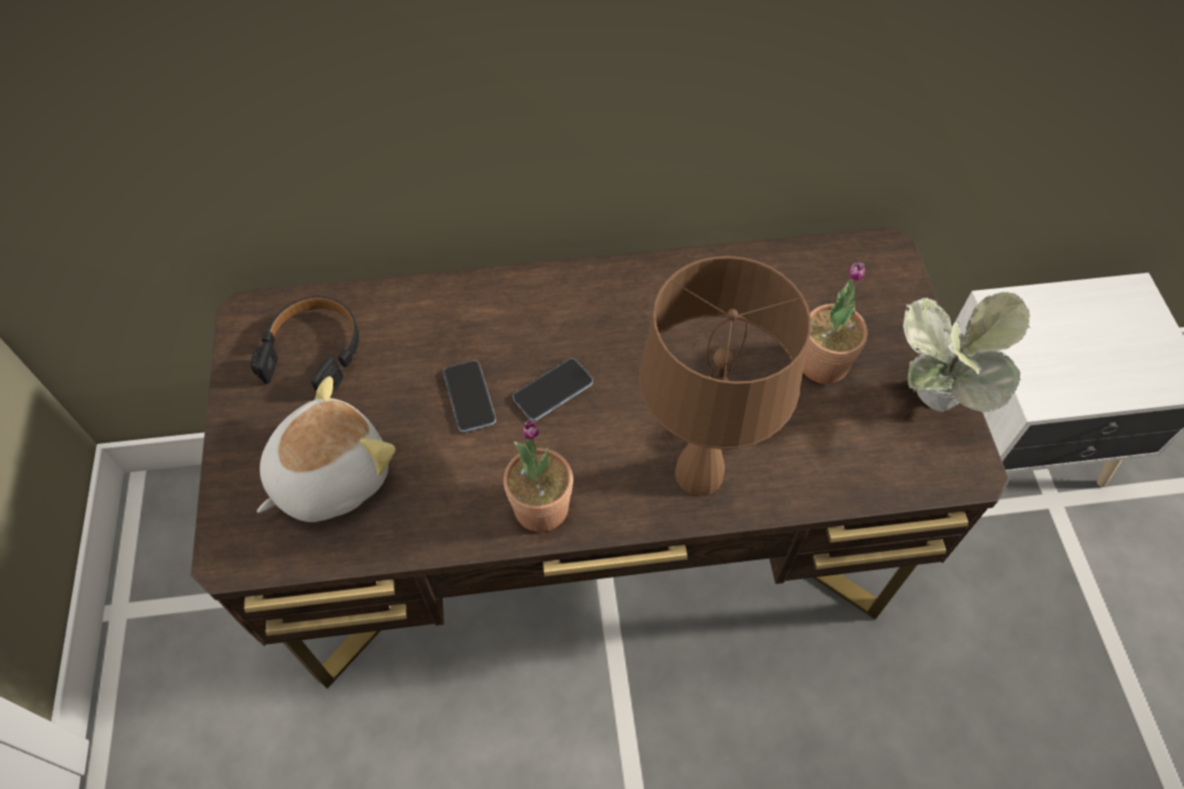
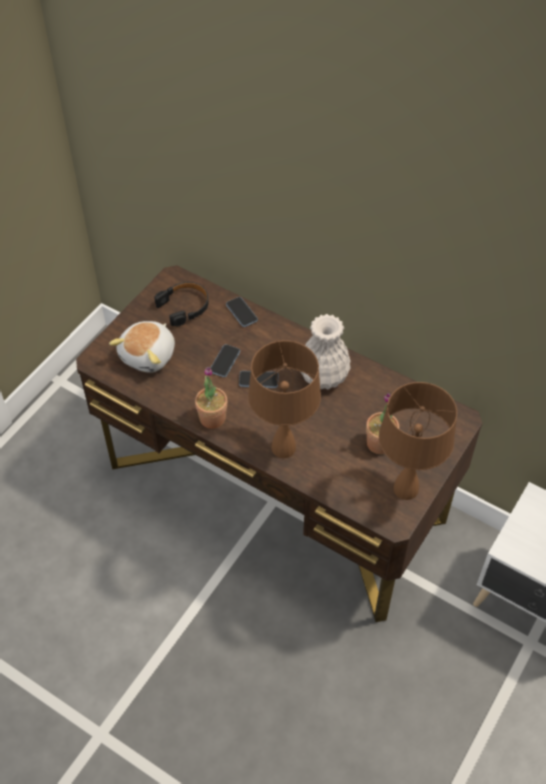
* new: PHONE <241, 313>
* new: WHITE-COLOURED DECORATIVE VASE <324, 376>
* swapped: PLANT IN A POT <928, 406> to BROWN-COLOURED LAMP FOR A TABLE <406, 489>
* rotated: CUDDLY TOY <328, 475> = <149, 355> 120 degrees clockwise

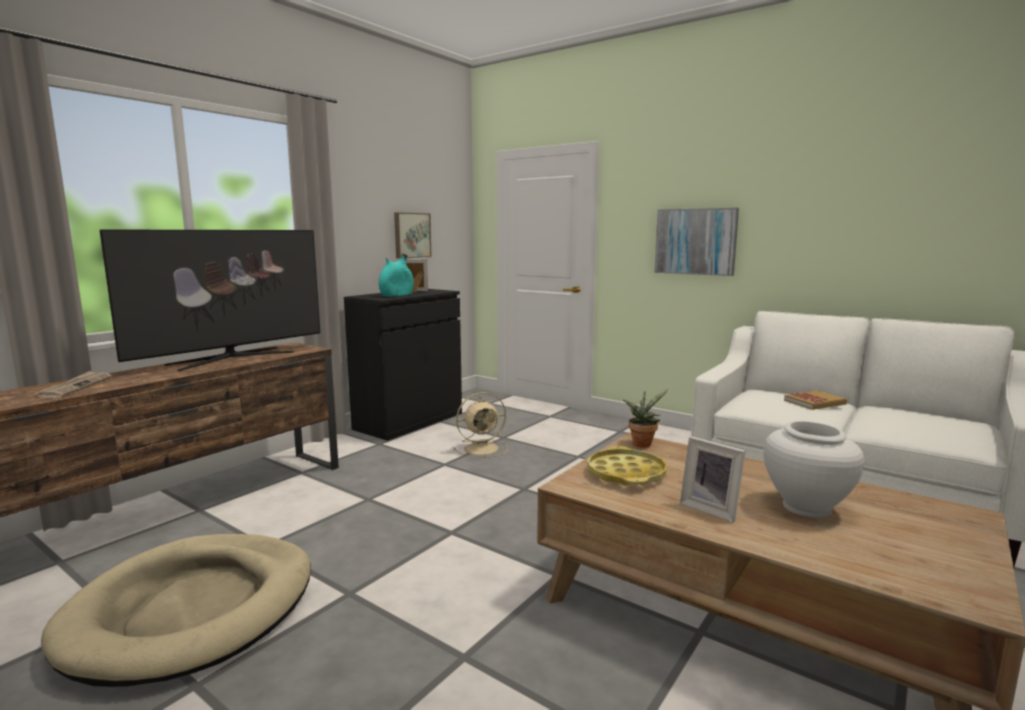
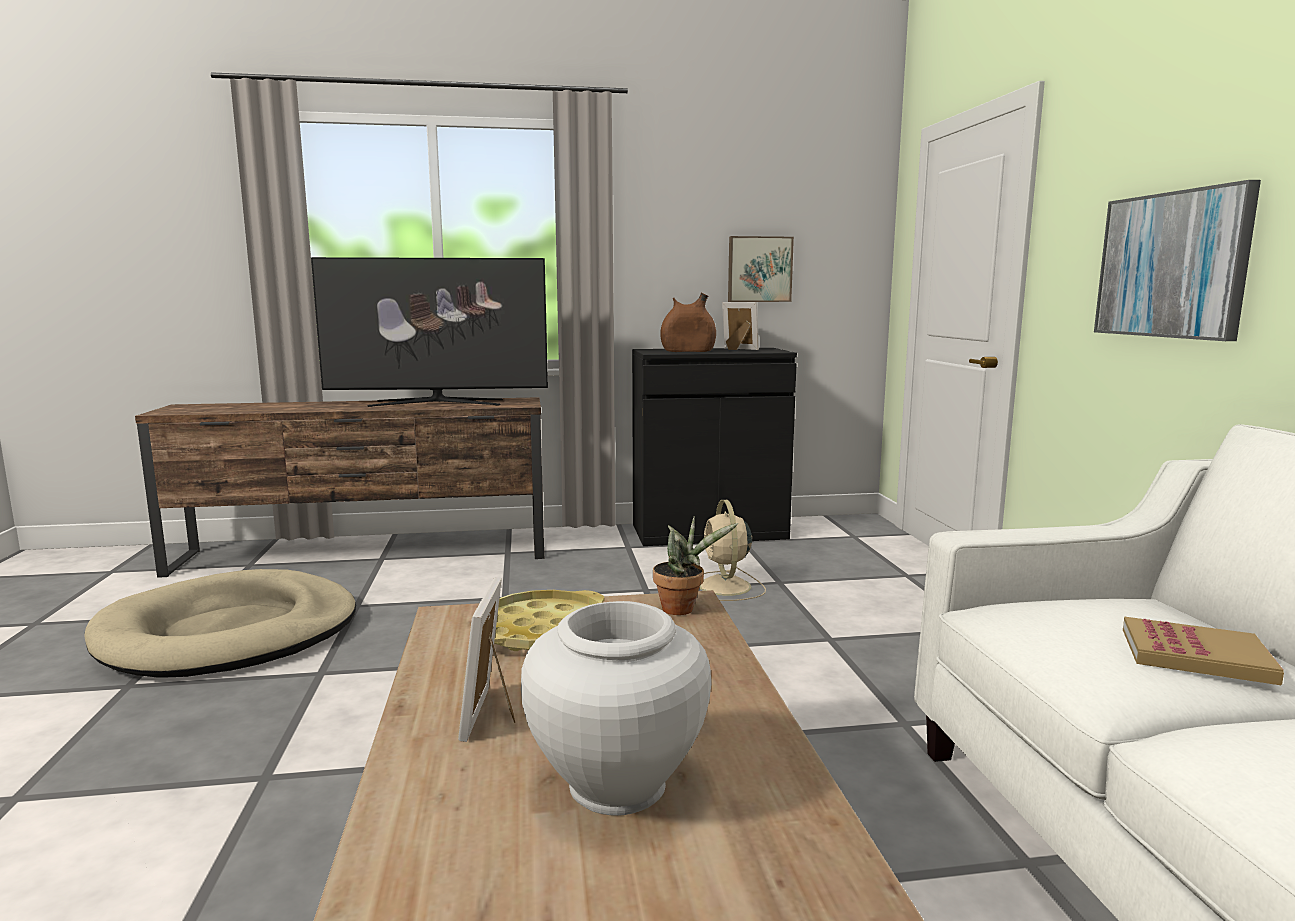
* gone: DAILY PAPER <75, 387>
* repainted: TURQUOISE DECORATIVE VASE <396, 295> to BROWN-COLOURED DECORATIVE VASE <688, 351>
* rotated: BEIGE-COLOURED FAN <483, 448> = <725, 587> 60 degrees clockwise

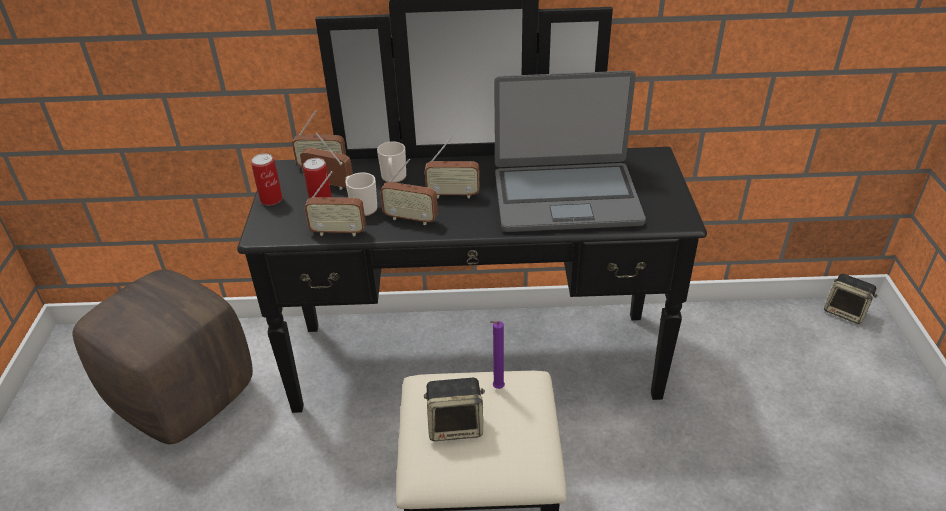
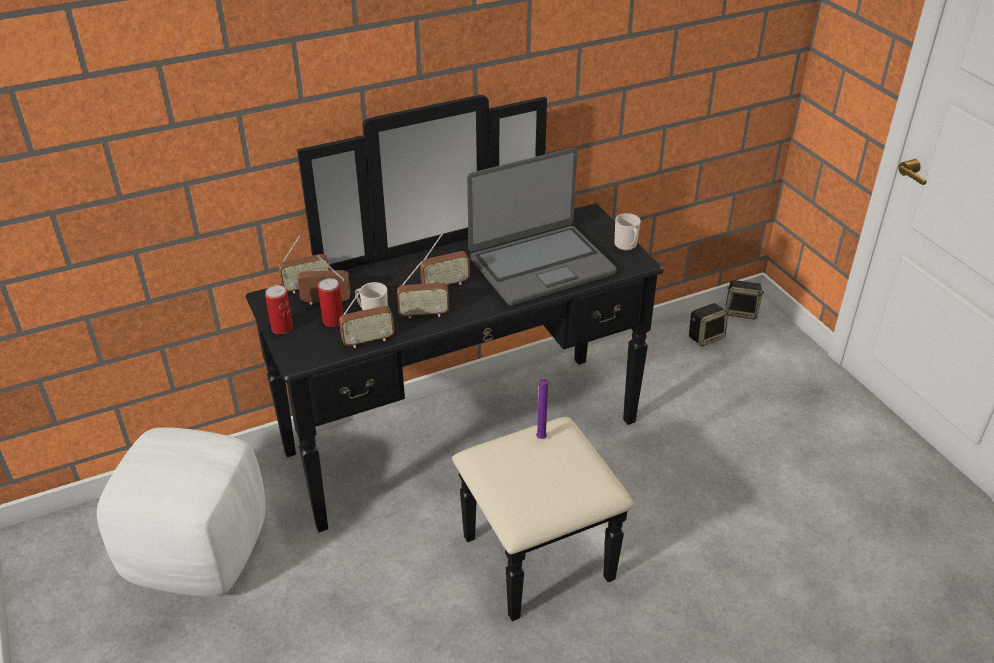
* shifted: TEA MUG <393, 178> to <627, 245>
* shifted: LOUDSPEAKER <456, 426> to <706, 337>
* repainted: BROWN-COLOURED OTTOMAN <184, 396> to WHITE-COLOURED OTTOMAN <198, 553>

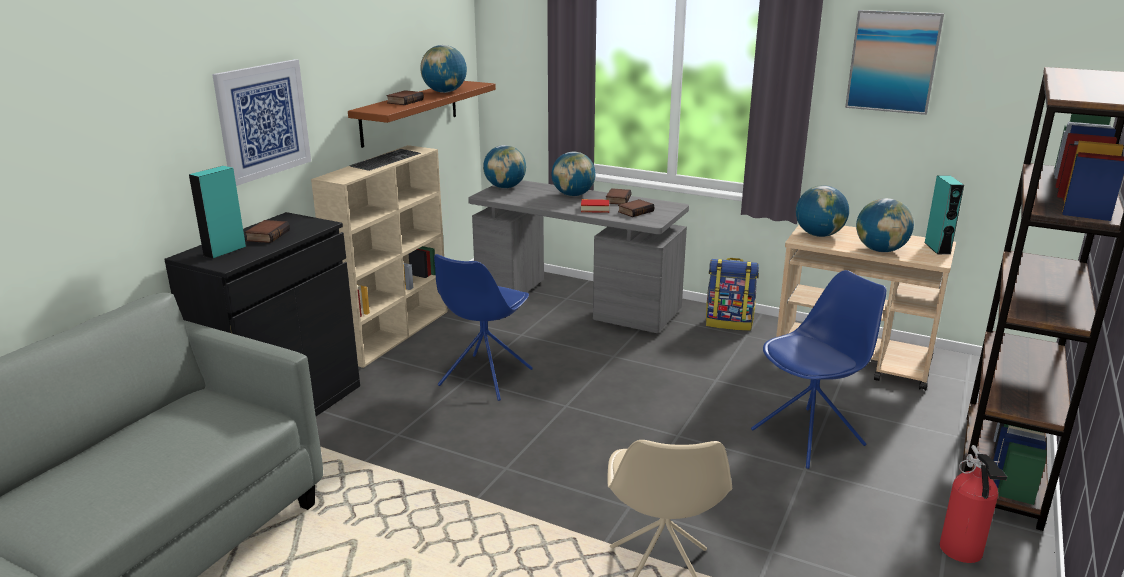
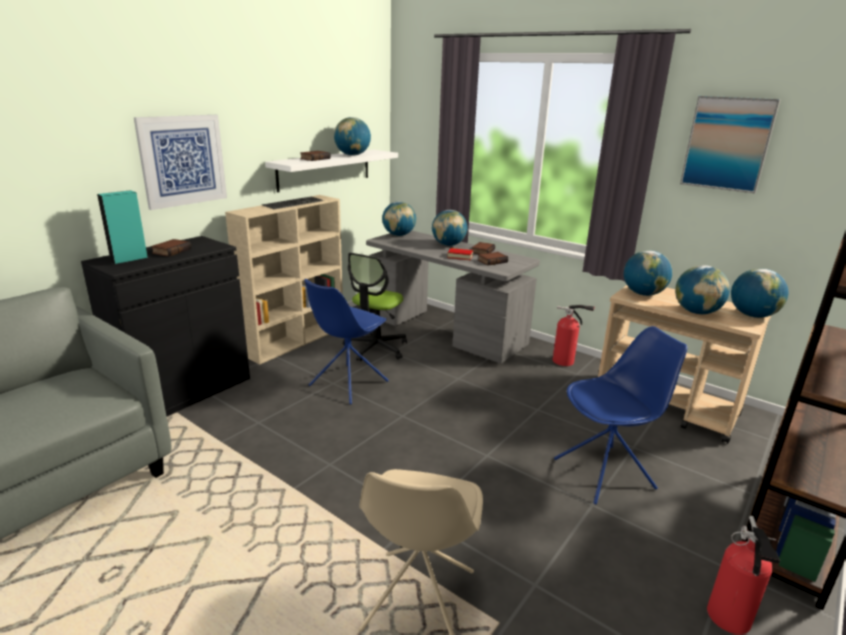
* new: DESK CHAIR <376, 348>
* swapped: BACKPACK <729, 323> to FIRE-FIGHTING CYLINDER <565, 361>
* swapped: TURQUOISE LOUDSPEAKER <937, 248> to GLOBE <752, 315>
* repainted: BROWN-COLOURED BRACKET SHELF <410, 112> to WHITE-COLOURED BRACKET SHELF <325, 169>

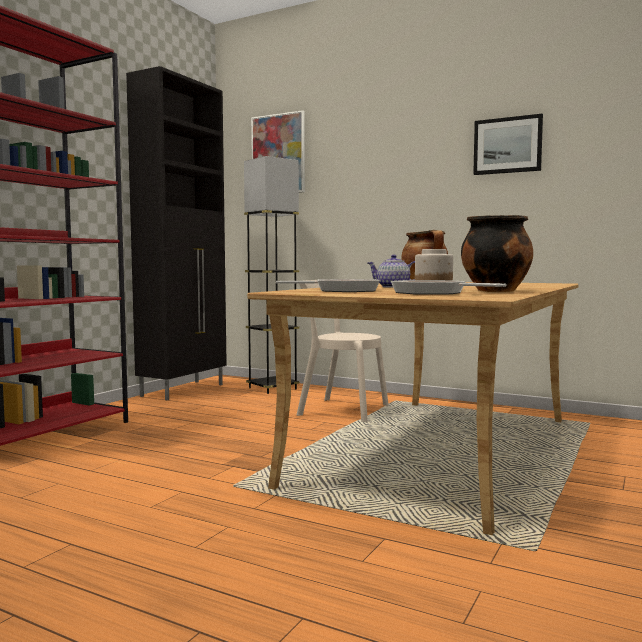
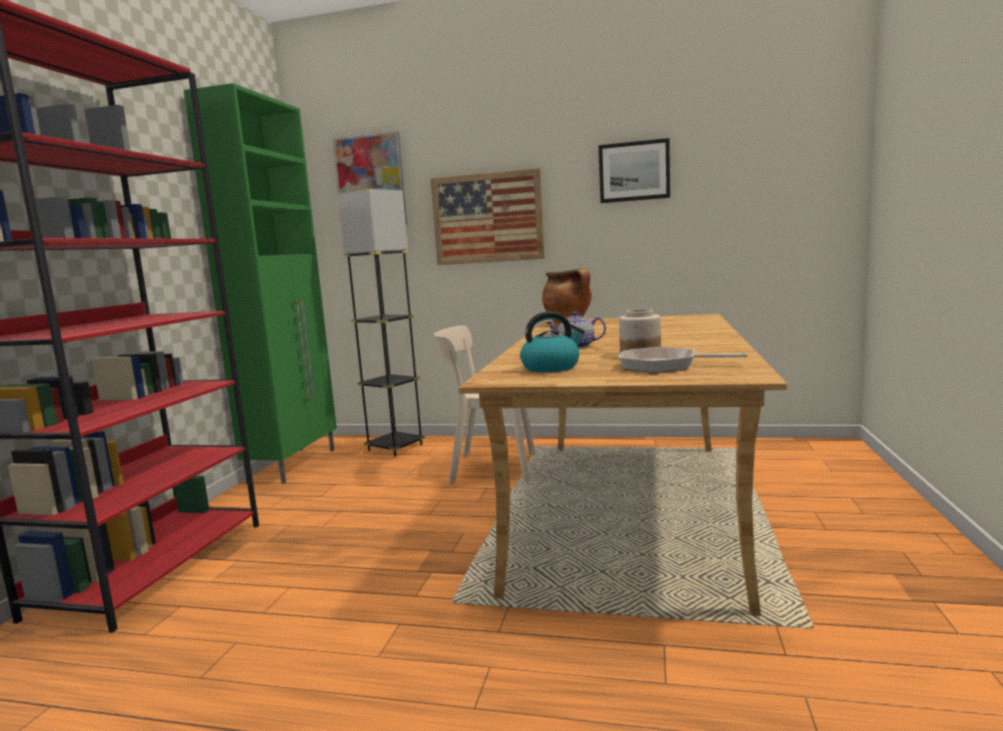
* gone: COOKING POT <494, 291>
* new: PICTURE <487, 218>
* swapped: PAN <341, 290> to KETTLE <551, 367>
* repainted: BLACKISH STORAGE CABINET <184, 390> to GREEN-COLOURED STORAGE CABINET <294, 464>

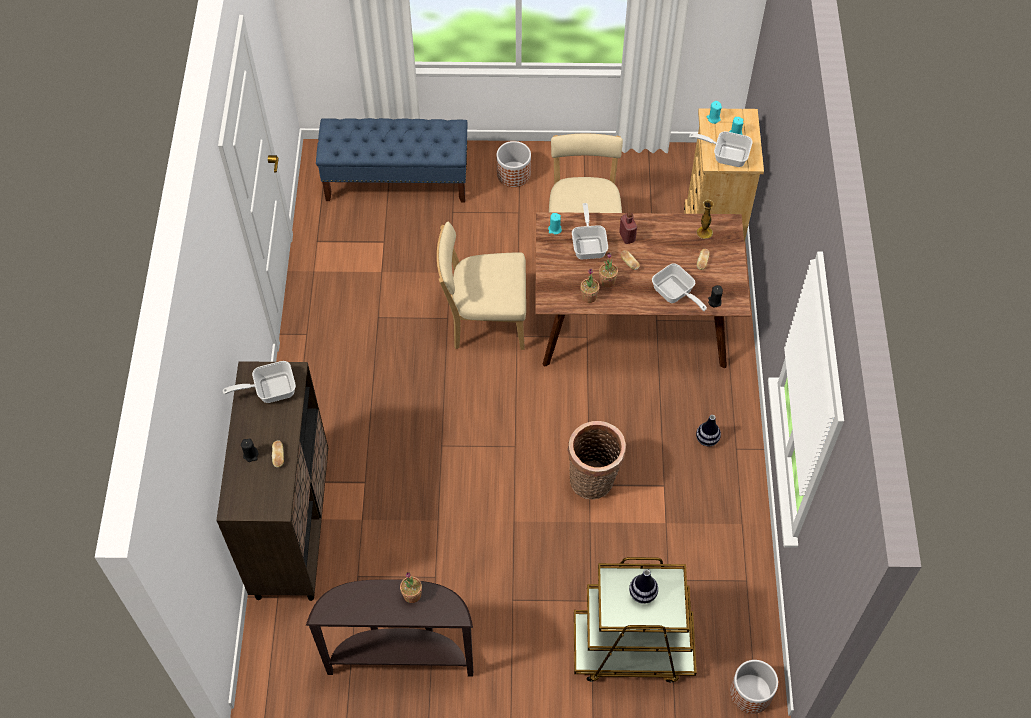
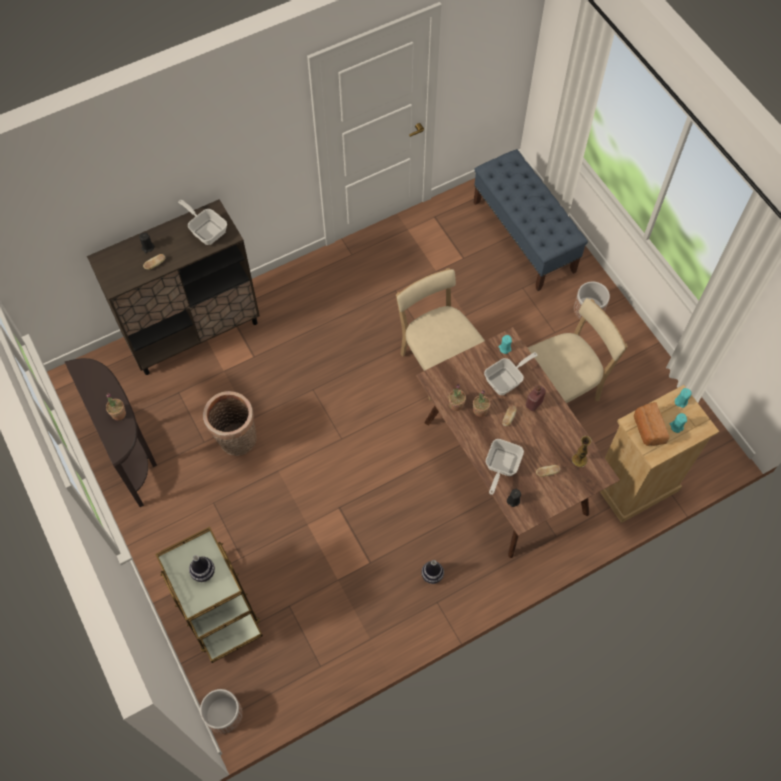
* shifted: BASKET <593, 482> to <236, 441>
* swapped: PAN <725, 155> to BAKED BREAD <647, 429>

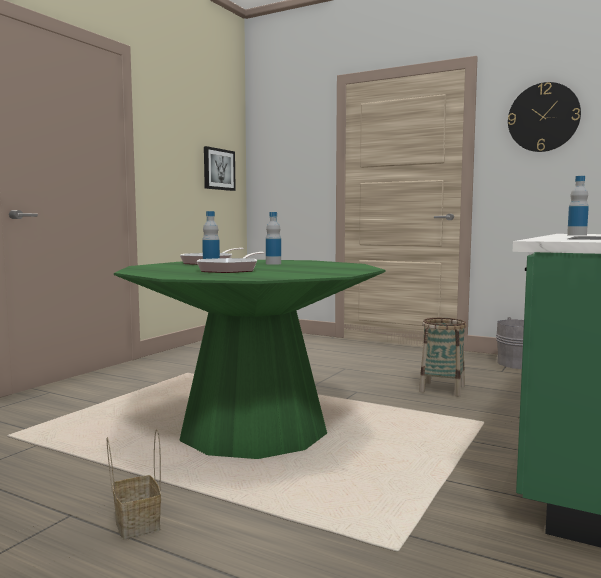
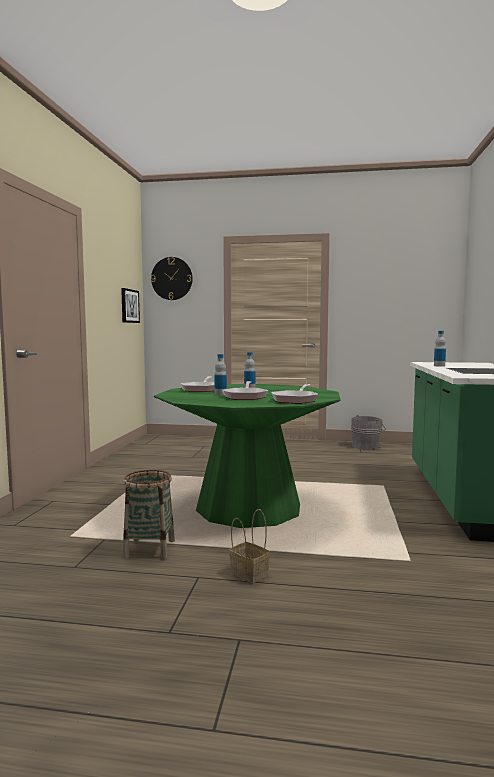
* new: PAN <295, 400>
* shifted: BASKET <442, 389> to <149, 549>
* shifted: HANGING CLOCK <543, 117> to <172, 278>

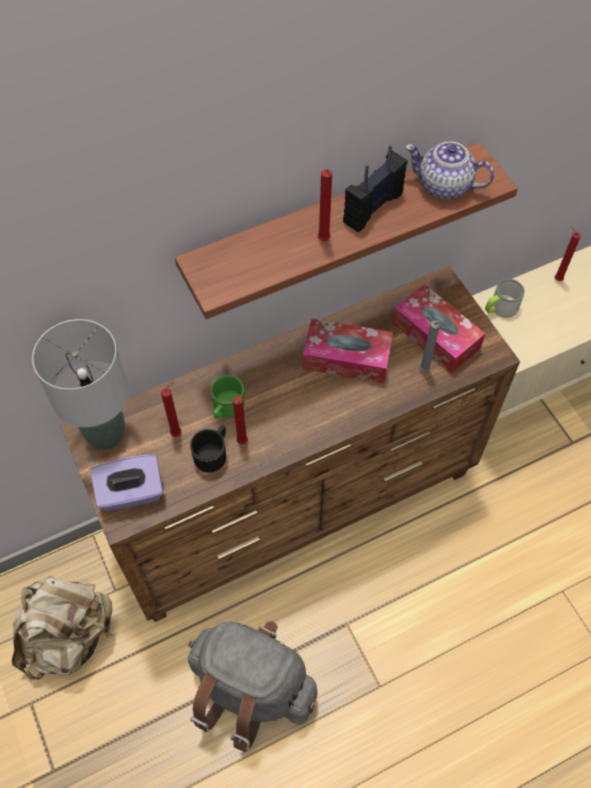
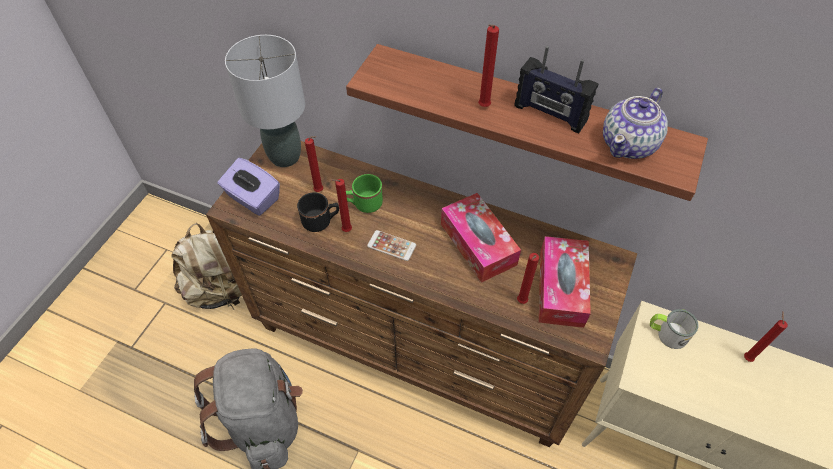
* new: PHONE <391, 246>
* repainted: GREY CANDLE <425, 371> to RED CANDLE <521, 302>
* rotated: RADIO RECEIVER <372, 207> = <549, 114> 150 degrees counterclockwise
* rotated: TEAPOT <445, 186> = <629, 144> 120 degrees counterclockwise

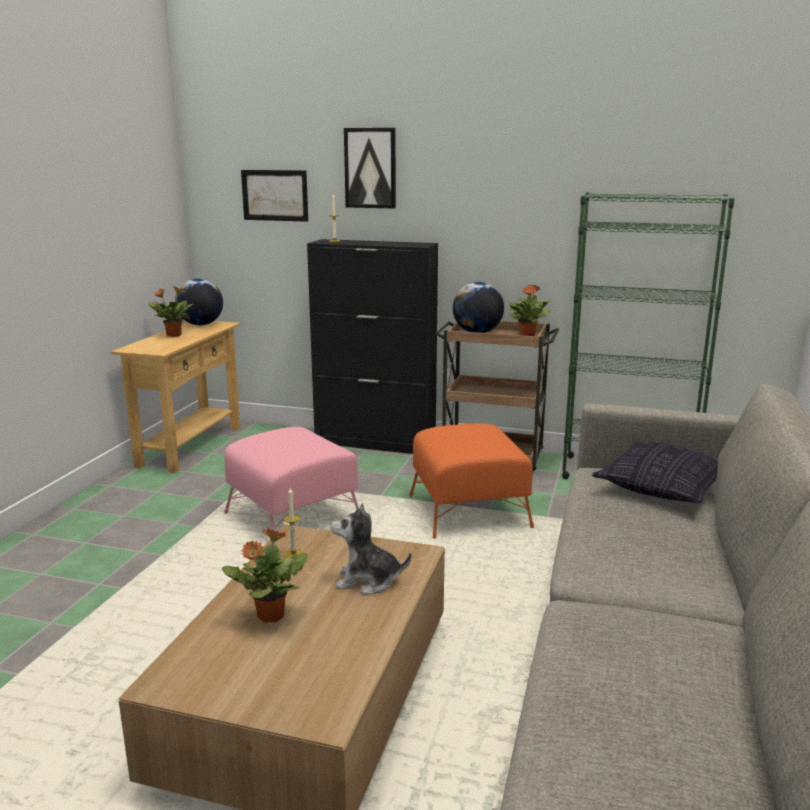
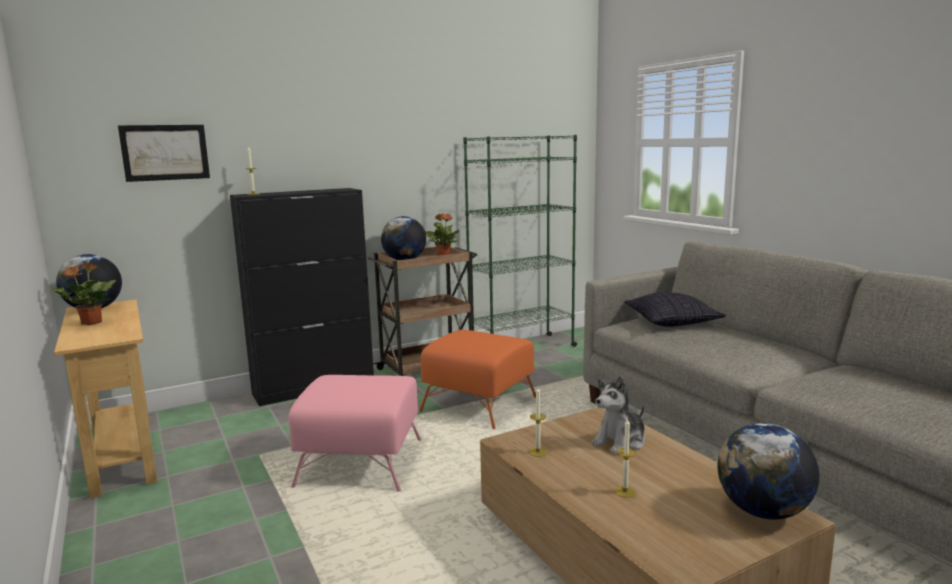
* gone: PICTURE <370, 168>
* new: GLOBE <763, 511>
* swapped: PLANT IN A POT <269, 616> to CANDLE <625, 491>

